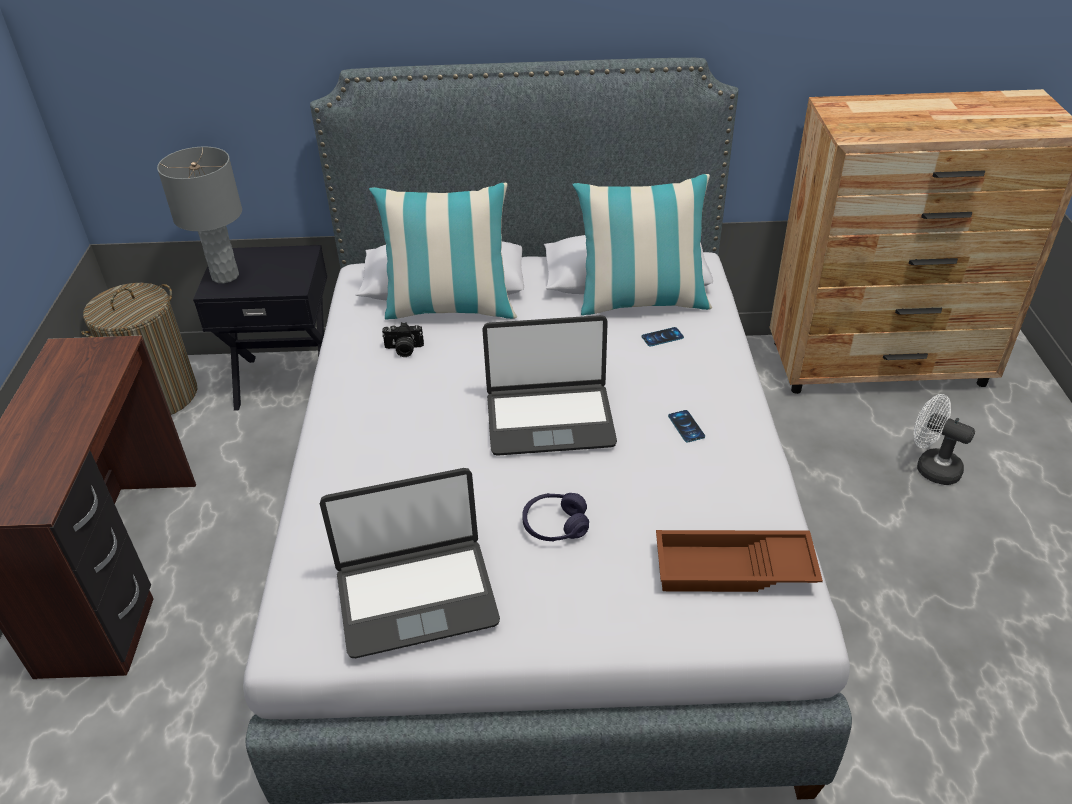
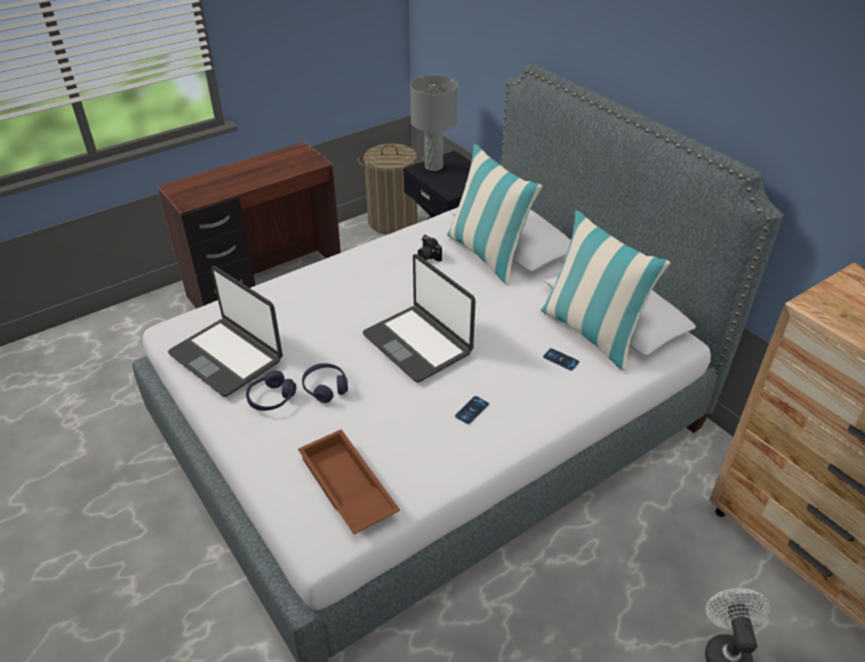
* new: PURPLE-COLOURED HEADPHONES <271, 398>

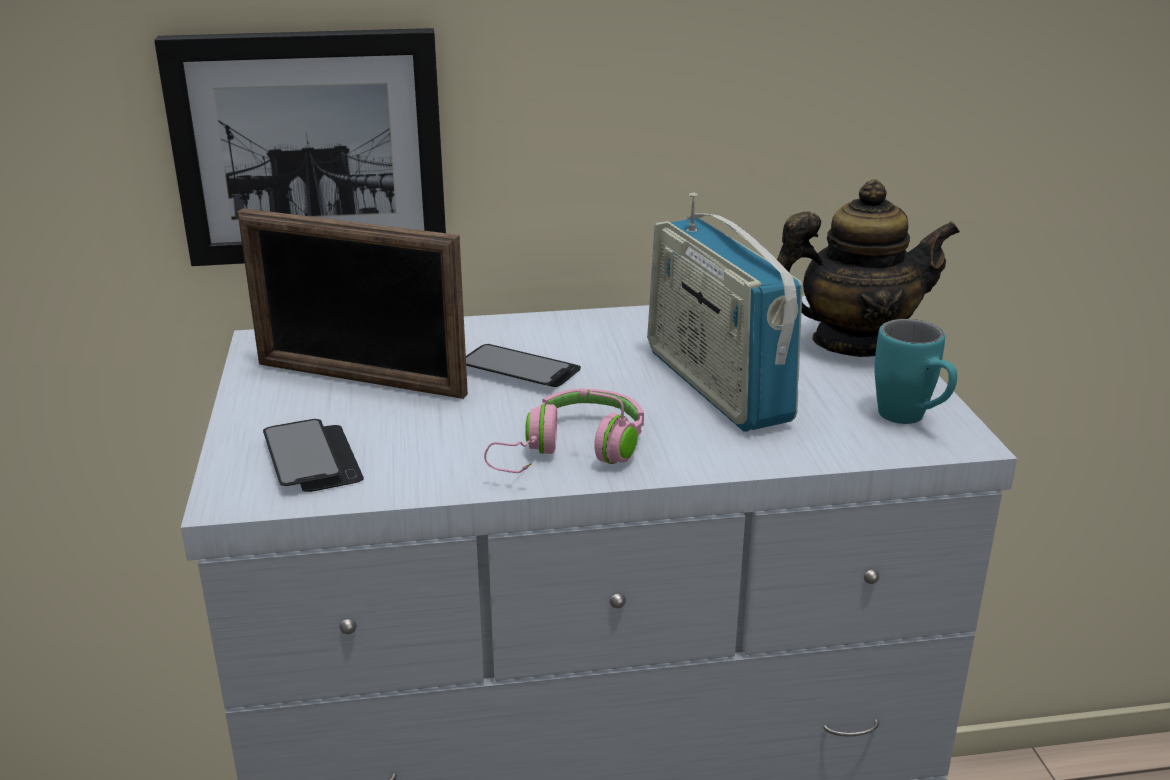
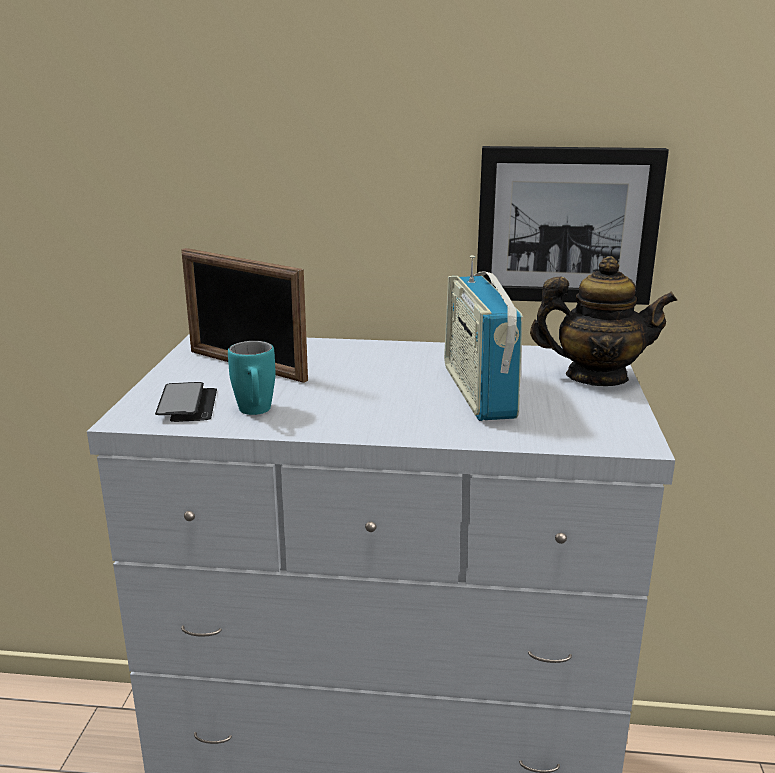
* gone: PHONE <520, 369>
* gone: PINK-COLOURED HEADPHONES <573, 452>
* shifted: PICTURE <310, 147> to <566, 225>
* shifted: TURQUOISE TEA MUG <911, 420> to <255, 413>

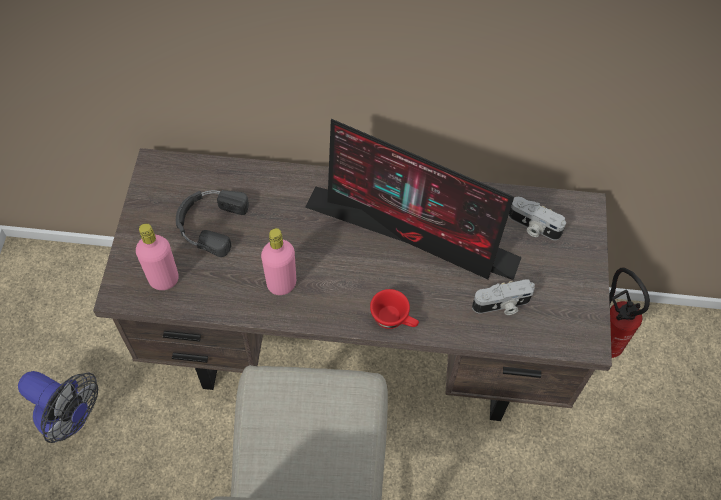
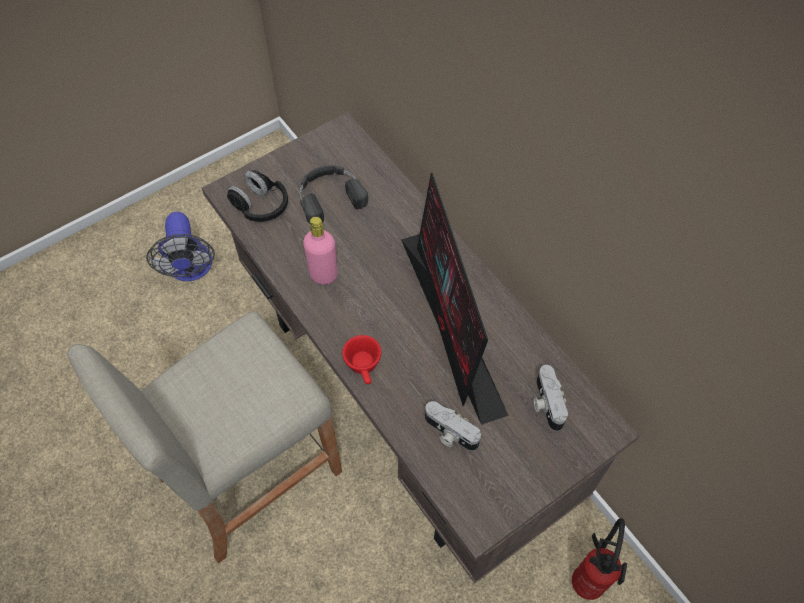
* swapped: PINK-COLOURED BOTTLE <164, 279> to BLACKISH HEADPHONES <260, 206>

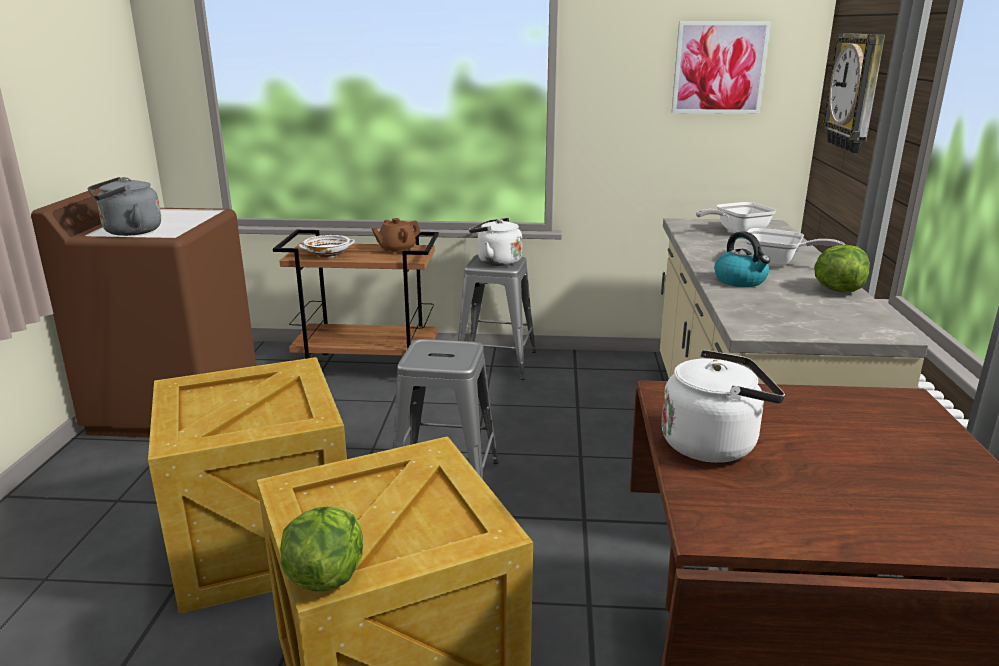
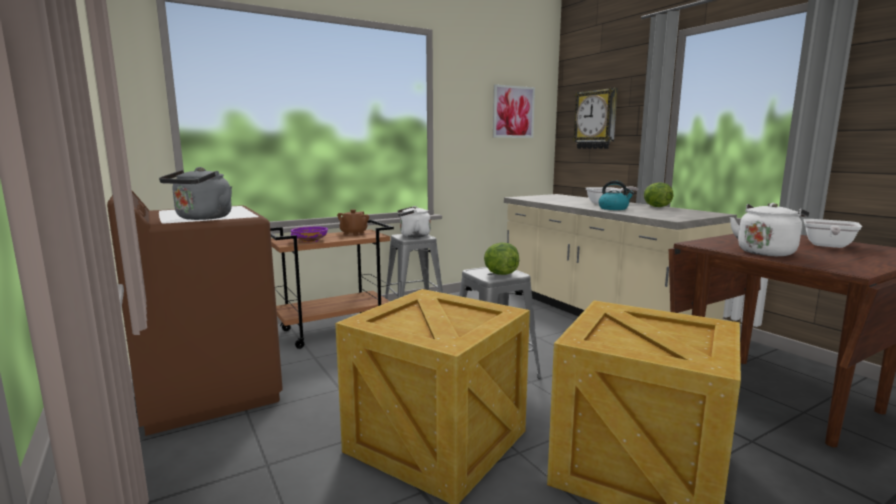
* shifted: HEAD OF LETTUCE <325, 576> to <500, 274>
* shifted: PAN <737, 231> to <827, 246>
* repainted: WHITE-COLOURED DEEP DISH <328, 254> to PURPLE-COLOURED DEEP DISH <310, 240>

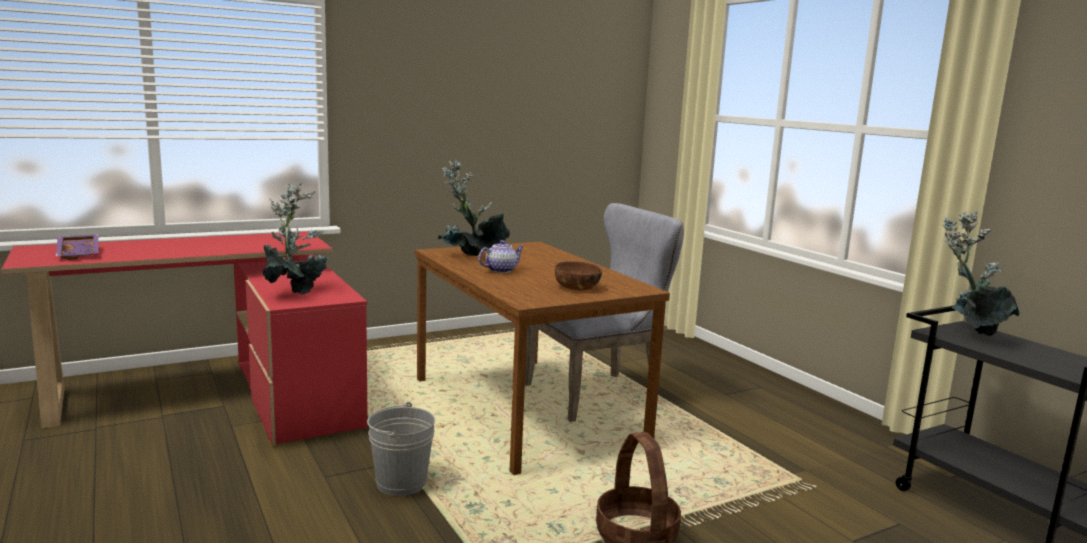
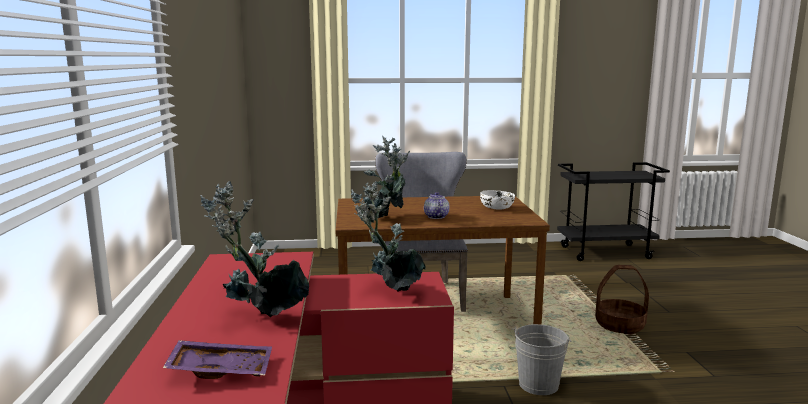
* shifted: PLANT IN A POT <970, 334> to <260, 320>
* repainted: BROWN-COLOURED DEEP DISH <577, 288> to WHITE-COLOURED DEEP DISH <497, 208>

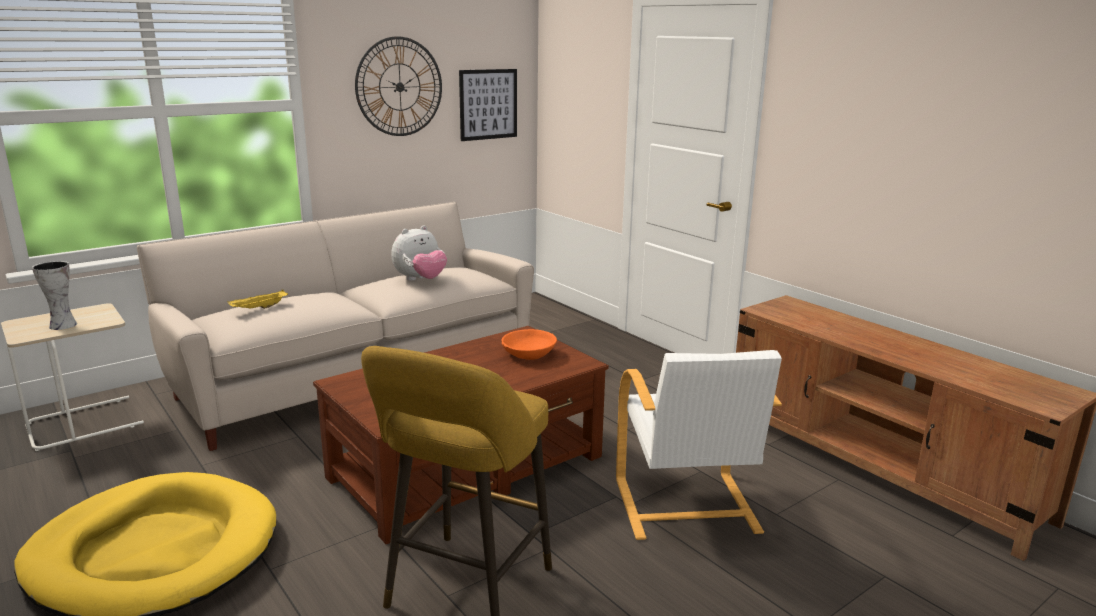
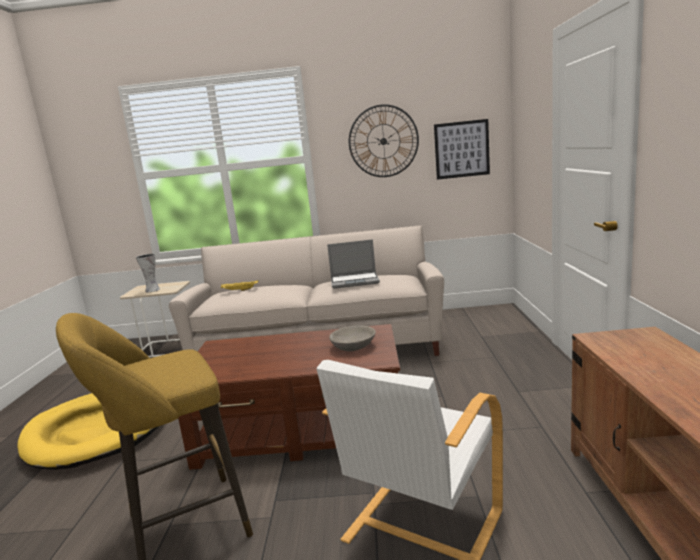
* swapped: CUDDLY TOY <420, 280> to LAPTOP <355, 281>
* repainted: ORANGEY DEEP DISH <529, 354> to GREY DEEP DISH <353, 346>

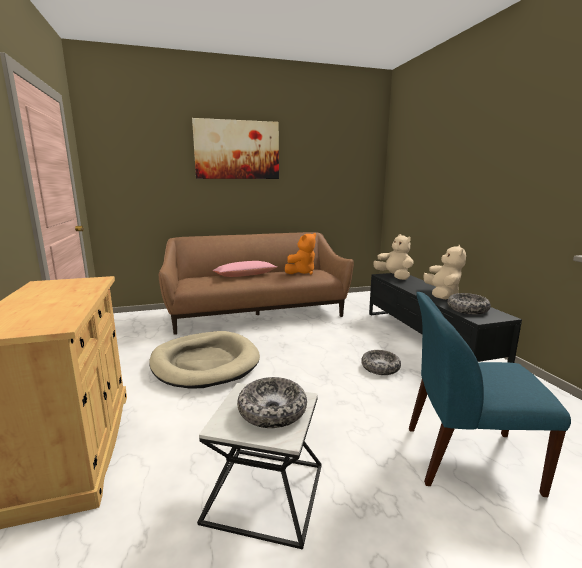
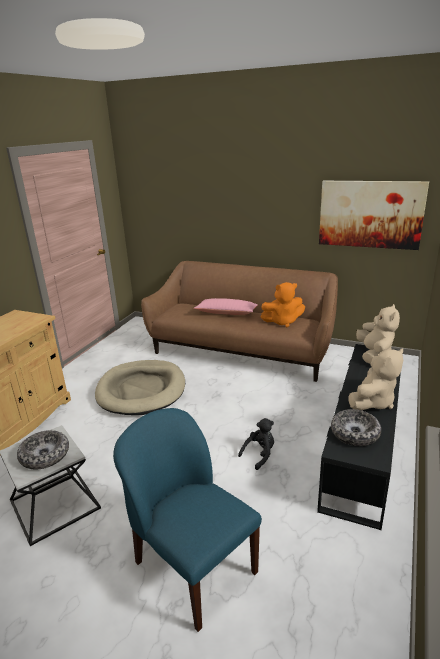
* shifted: PICTURE <237, 150> to <370, 214>
* swapped: DEEP DISH <380, 368> to BLACKISH CUDDLY TOY <260, 454>

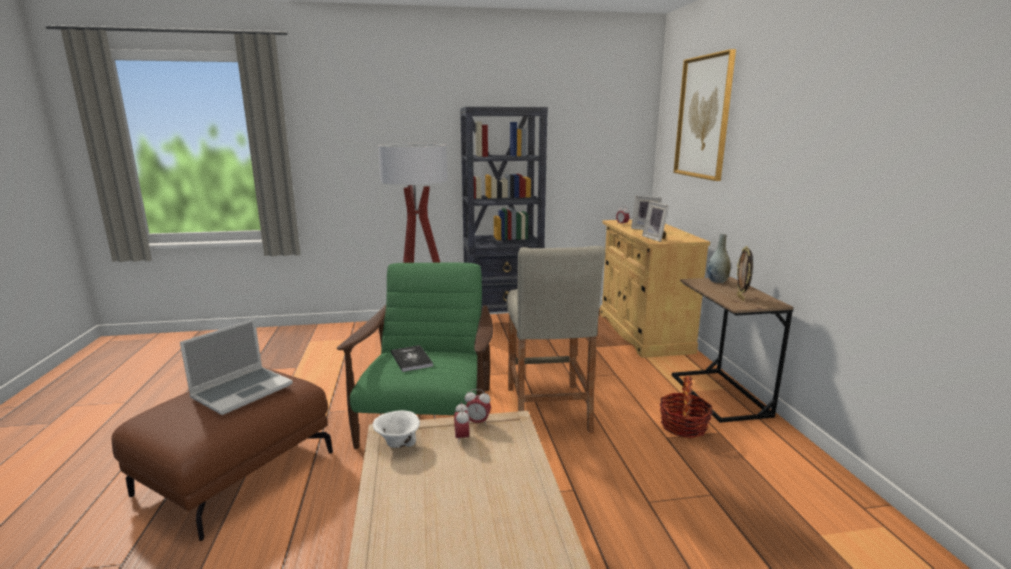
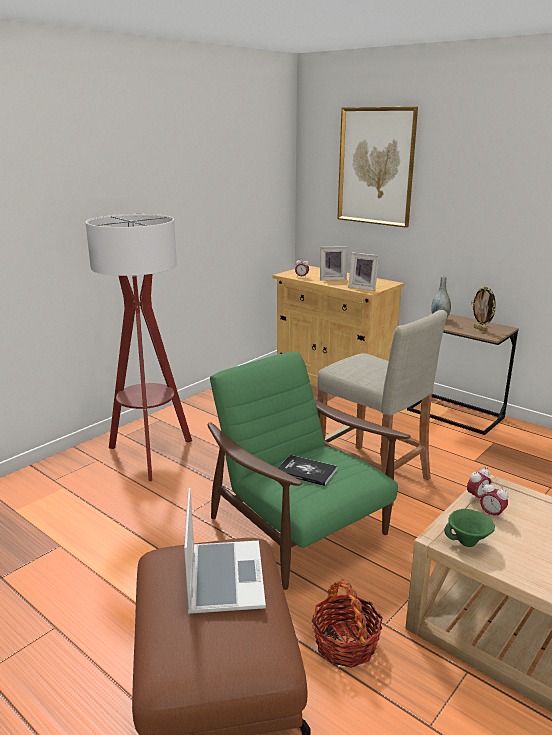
* gone: BLACKISH BOOKCASE <503, 324>
* shifted: BASKET <683, 426> to <345, 643>
* repainted: WHITE-COLOURED DEEP DISH <396, 444> to GREEN-COLOURED DEEP DISH <467, 542>

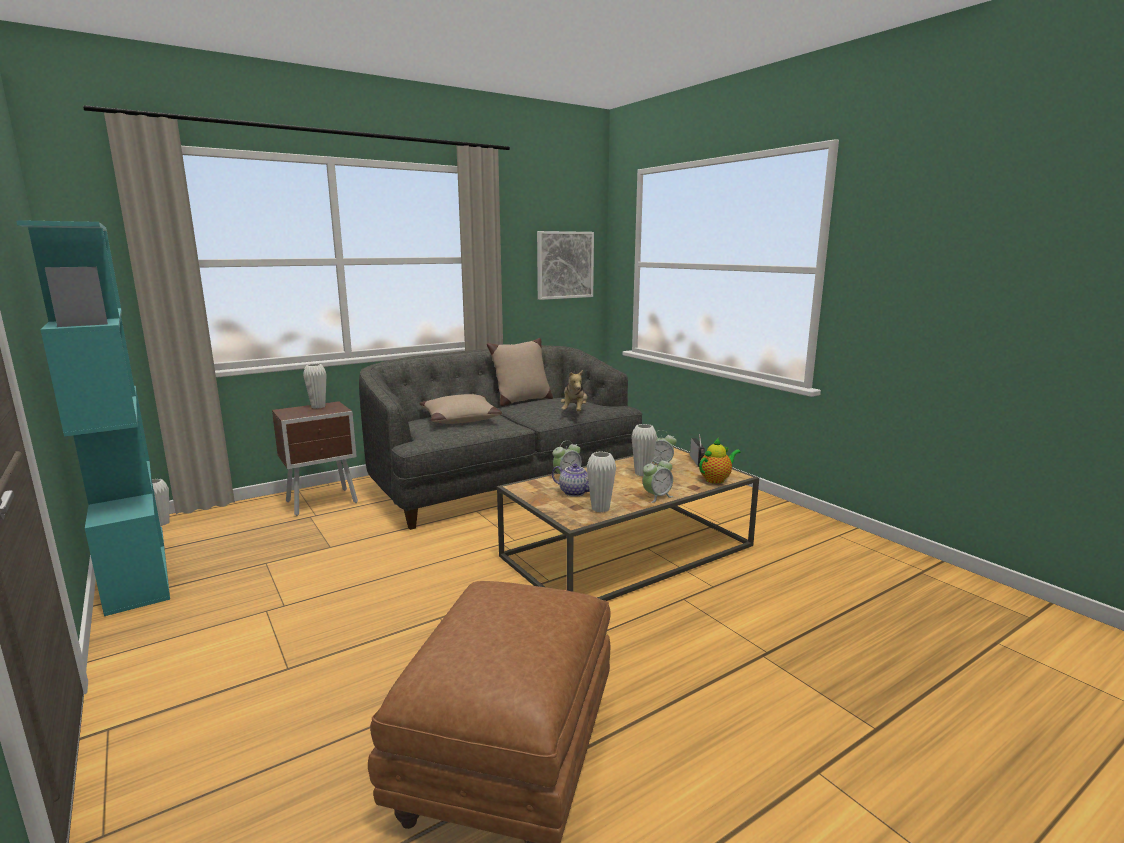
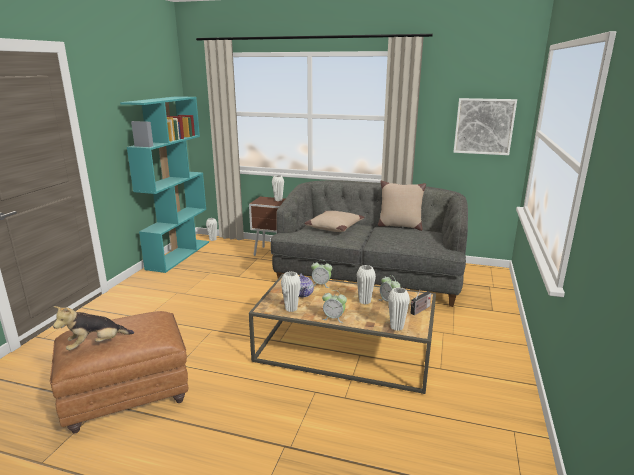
* shifted: CUDDLY TOY <575, 412> to <96, 345>
* swapped: TEAPOT <716, 479> to WHITE-COLOURED DECORATIVE VASE <396, 327>

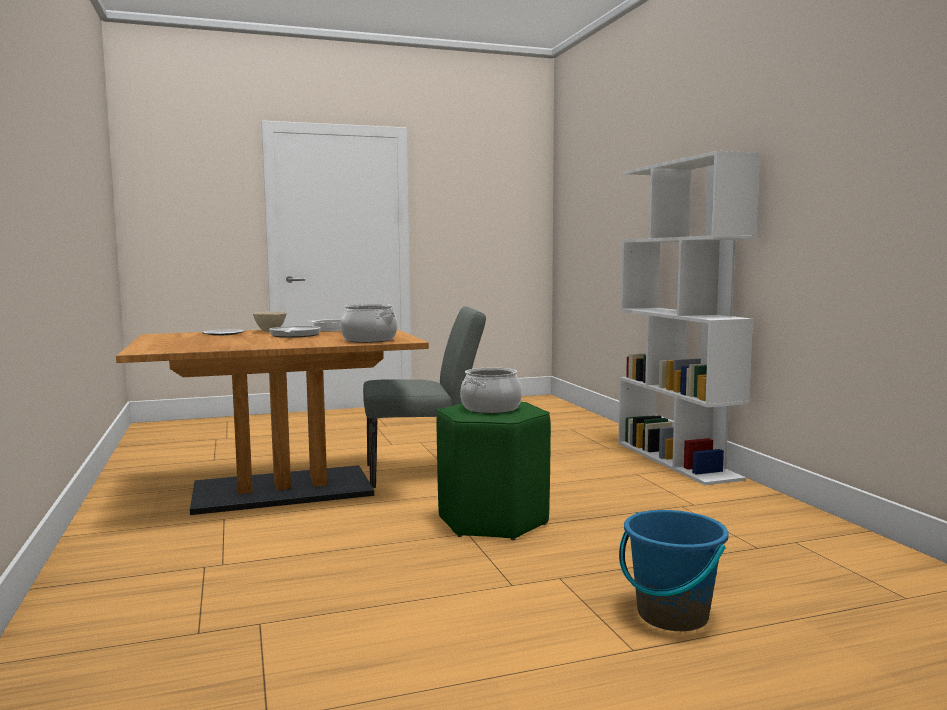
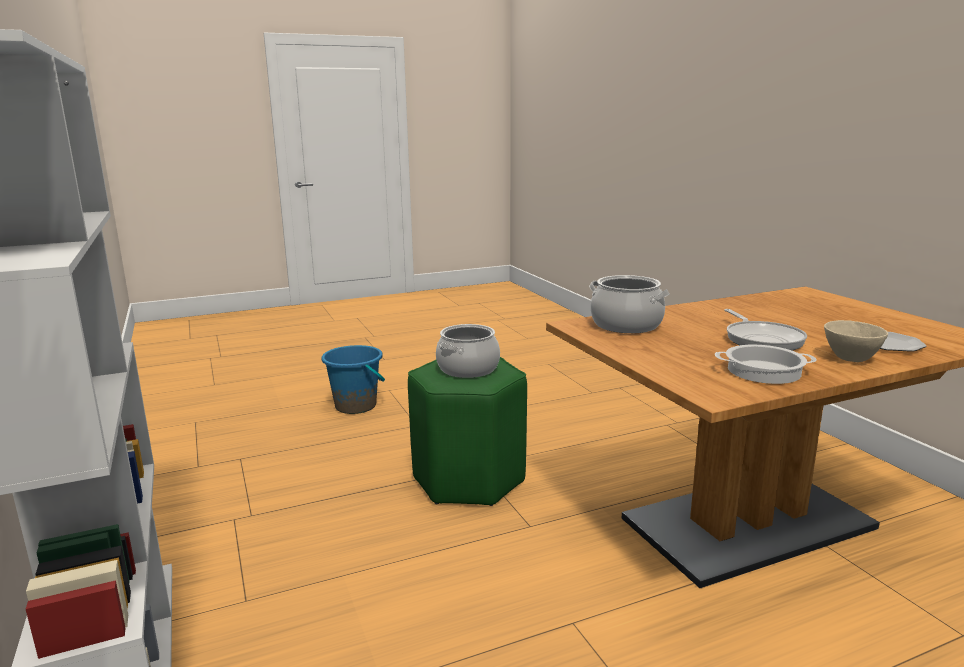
* gone: GREY UPRIGHT CHAIR <424, 473>

